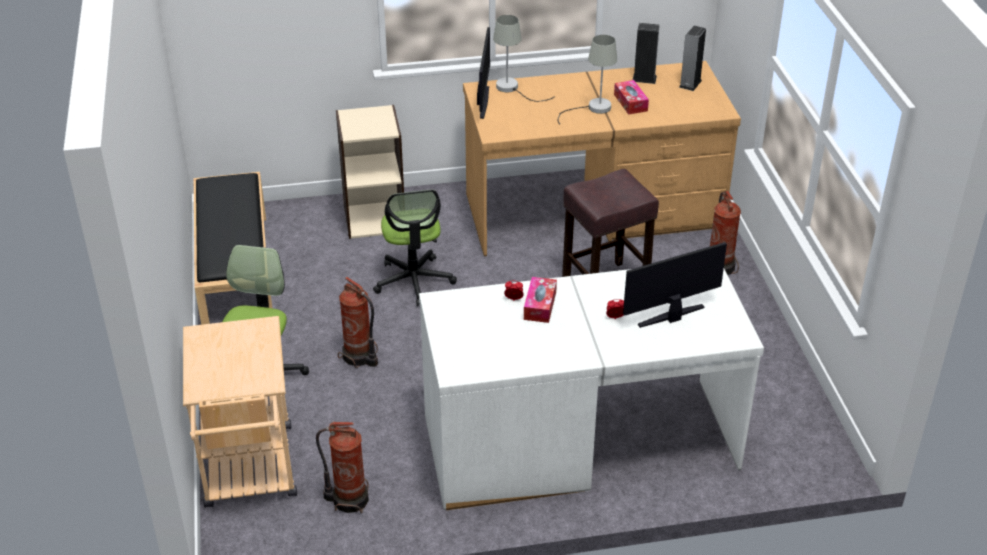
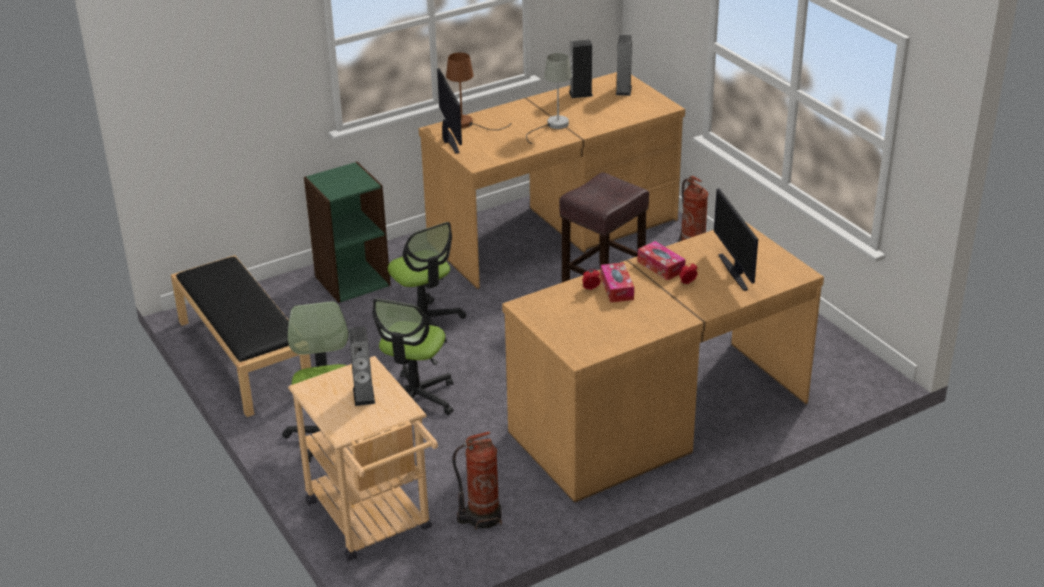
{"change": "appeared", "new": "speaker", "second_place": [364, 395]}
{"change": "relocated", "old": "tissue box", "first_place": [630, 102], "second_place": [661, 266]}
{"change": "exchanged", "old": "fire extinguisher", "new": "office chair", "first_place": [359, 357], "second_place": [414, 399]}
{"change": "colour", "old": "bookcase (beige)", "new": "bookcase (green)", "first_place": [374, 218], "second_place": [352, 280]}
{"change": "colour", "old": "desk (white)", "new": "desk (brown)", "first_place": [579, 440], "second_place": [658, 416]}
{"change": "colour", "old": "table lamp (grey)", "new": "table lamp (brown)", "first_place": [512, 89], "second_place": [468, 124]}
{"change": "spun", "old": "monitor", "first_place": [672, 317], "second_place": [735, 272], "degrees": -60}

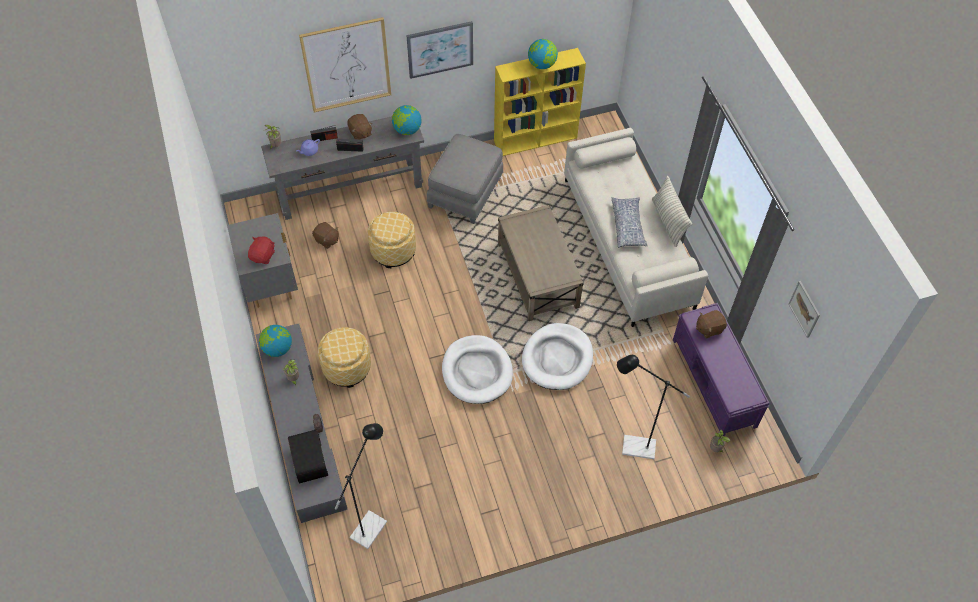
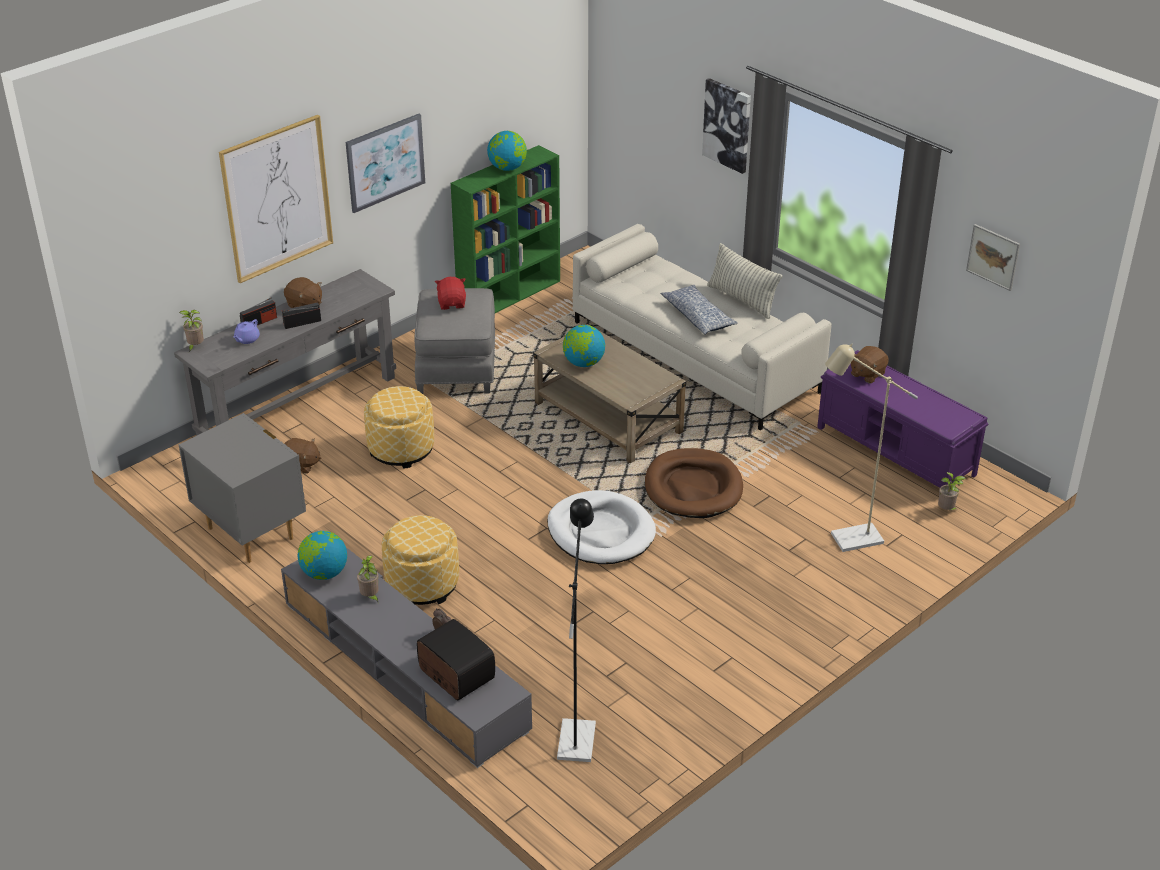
{"change": "appeared", "new": "picture", "second_place": [727, 125]}
{"change": "relocated", "old": "plush toy (red)", "first_place": [263, 256], "second_place": [452, 304]}
{"change": "relocated", "old": "globe", "first_place": [407, 130], "second_place": [583, 363]}
{"change": "colour", "old": "bookcase (yellow)", "new": "bookcase (green)", "first_place": [536, 139], "second_place": [510, 295]}
{"change": "colour", "old": "dog bed (white)", "new": "dog bed (brown)", "first_place": [557, 358], "second_place": [693, 487]}
{"change": "colour", "old": "floor lamp (black)", "new": "floor lamp (beige)", "first_place": [632, 446], "second_place": [848, 540]}

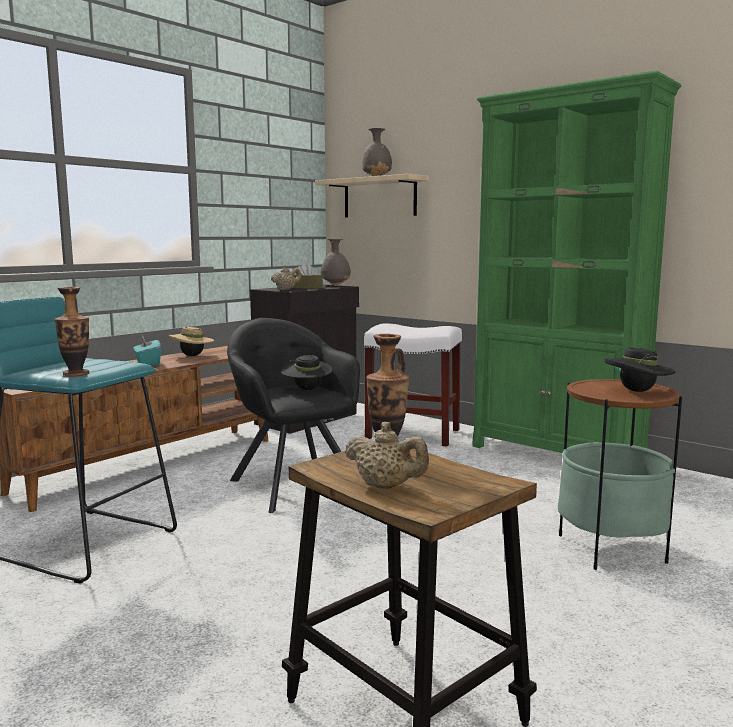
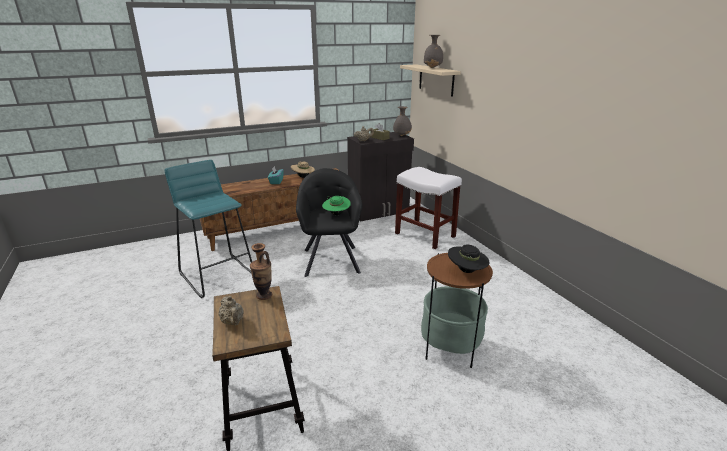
{"change": "missing", "old": "vase", "first_place": [76, 374]}
{"change": "missing", "old": "bookcase (green)", "first_place": [557, 455]}
{"change": "colour", "old": "hat (black)", "new": "hat (green)", "first_place": [307, 389], "second_place": [336, 214]}

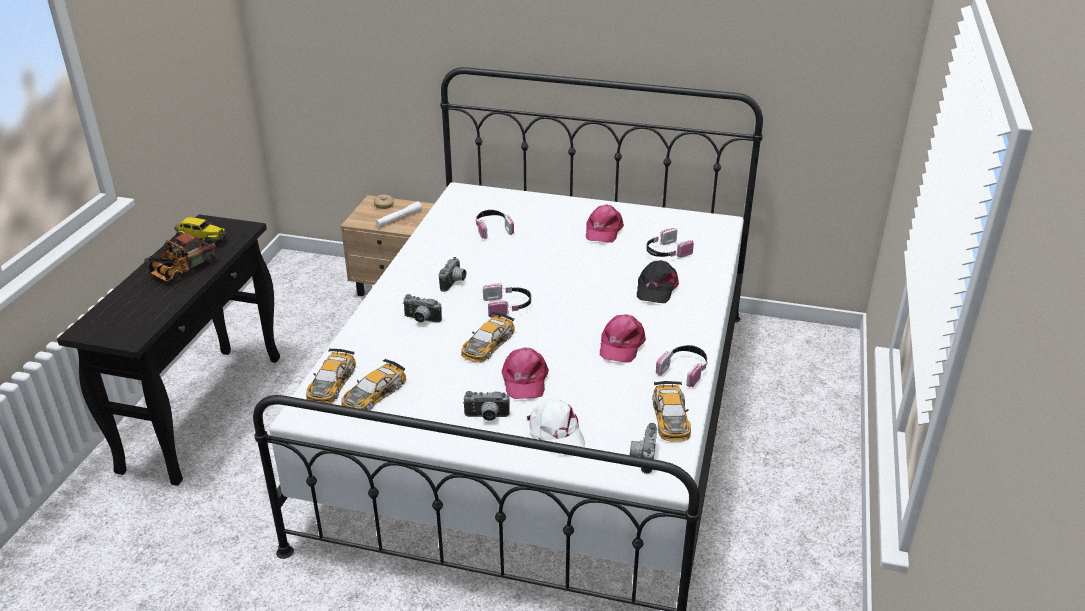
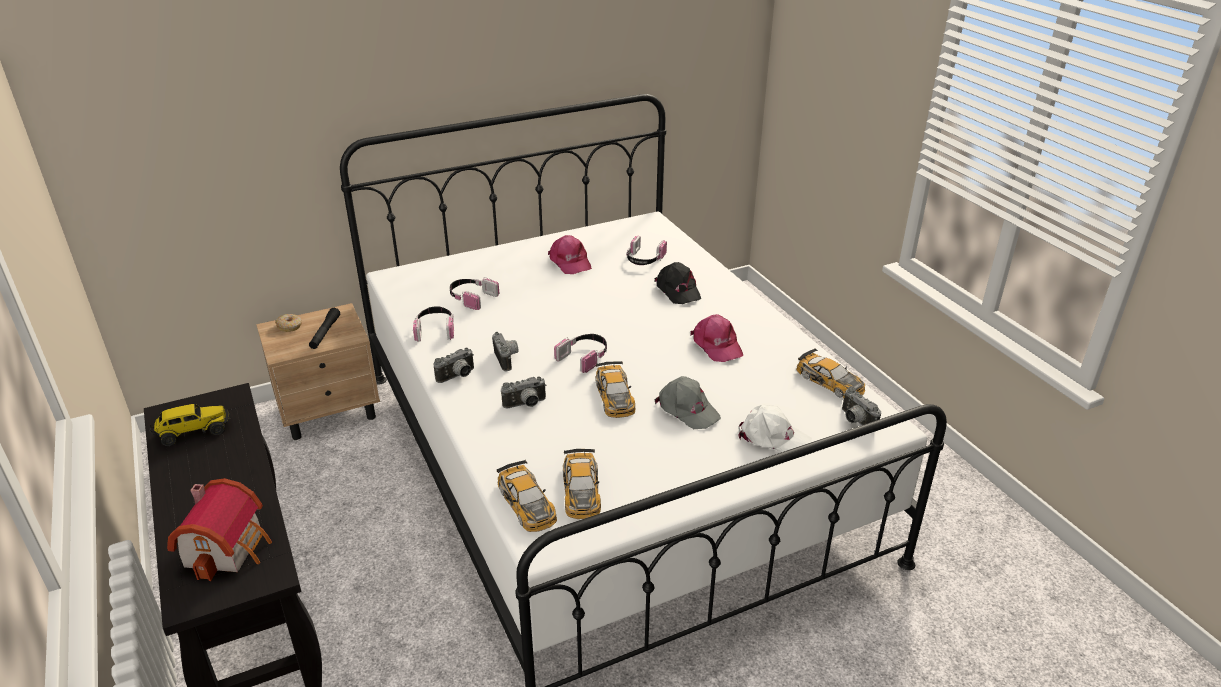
{"change": "missing", "old": "toy truck", "first_place": [181, 271]}
{"change": "appeared", "new": "toy house", "second_place": [229, 548]}
{"change": "relocated", "old": "photo camera", "first_place": [486, 417], "second_place": [458, 377]}
{"change": "relocated", "old": "headphones", "first_place": [684, 370], "second_place": [435, 329]}
{"change": "colour", "old": "flashlight (white)", "new": "flashlight (black)", "first_place": [399, 218], "second_place": [325, 333]}
{"change": "colour", "old": "cap (pink)", "new": "cap (grey)", "first_place": [524, 379], "second_place": [687, 409]}

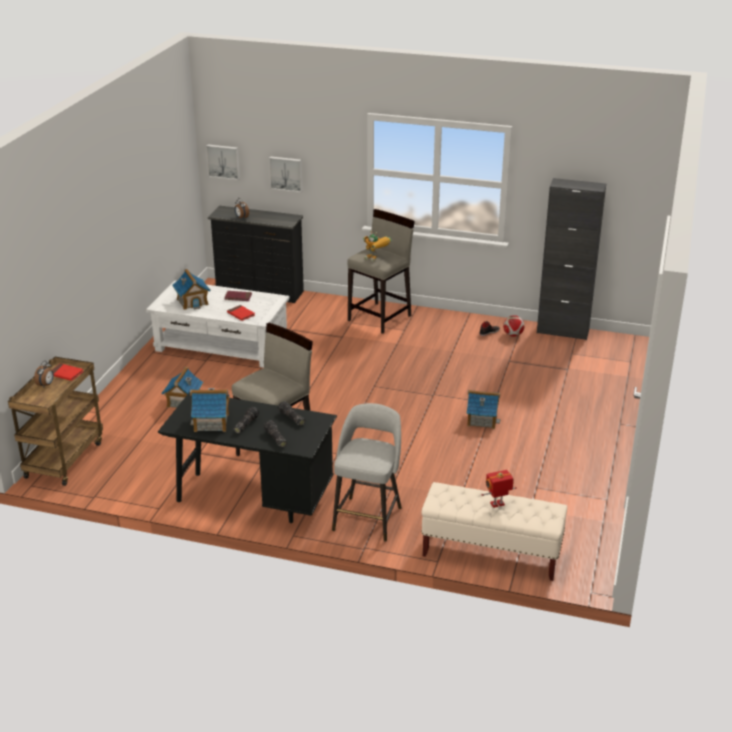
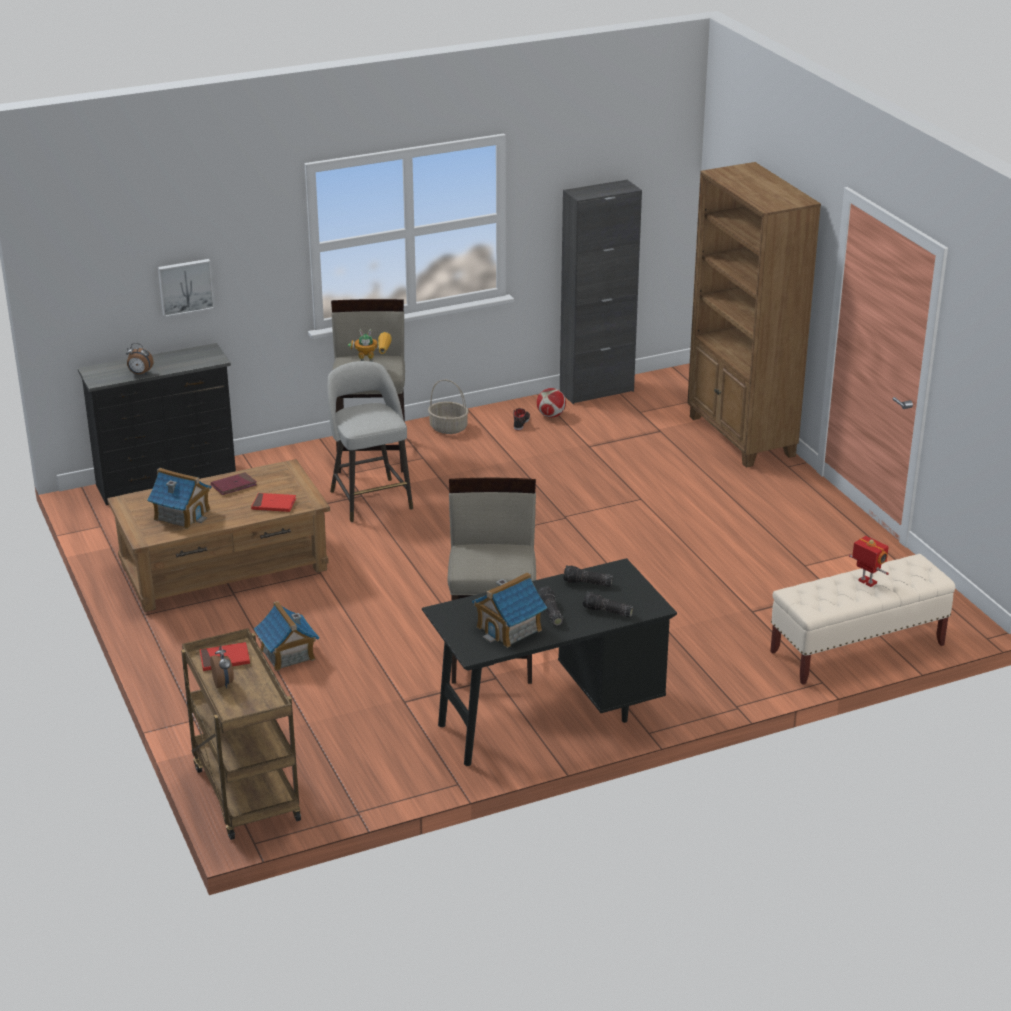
{"change": "missing", "old": "picture", "first_place": [223, 161]}
{"change": "missing", "old": "toy house", "first_place": [482, 419]}
{"change": "appeared", "new": "basket", "second_place": [448, 428]}
{"change": "appeared", "new": "bookcase (brown)", "second_place": [741, 437]}
{"change": "relocated", "old": "stool (grey)", "first_place": [368, 517], "second_place": [370, 498]}
{"change": "colour", "old": "coffee table (white)", "new": "coffee table (brown)", "first_place": [222, 345], "second_place": [224, 567]}
{"change": "spun", "old": "toy robot", "first_place": [497, 504], "second_place": [866, 582], "degrees": 105}

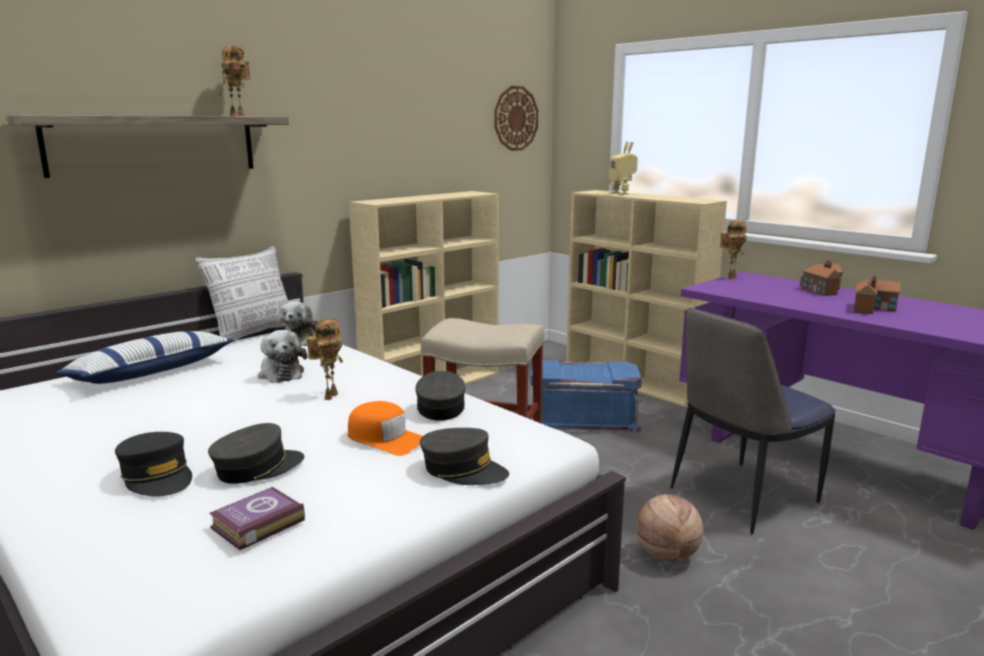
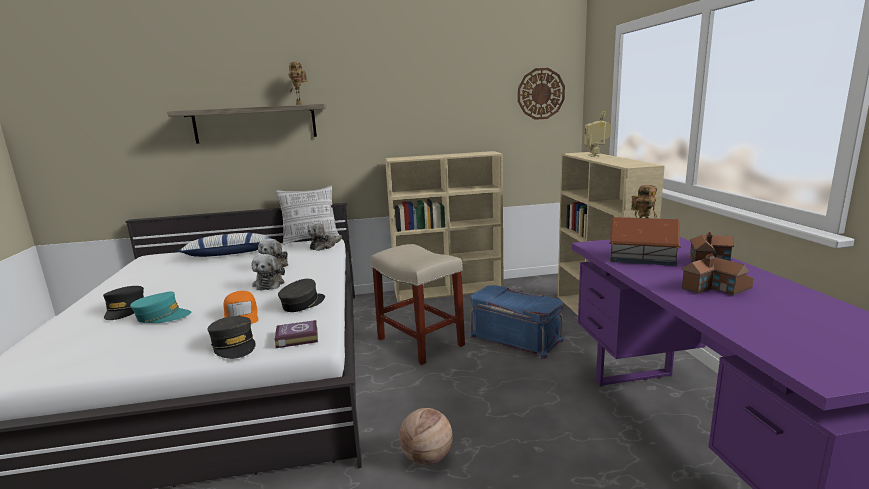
{"change": "missing", "old": "chair", "first_place": [740, 497]}
{"change": "appeared", "new": "toy house", "second_place": [641, 257]}
{"change": "relocated", "old": "book", "first_place": [255, 524], "second_place": [296, 337]}
{"change": "exchanged", "old": "toy robot", "new": "plush toy", "first_place": [330, 396], "second_place": [269, 283]}
{"change": "colour", "old": "cap (grey)", "new": "cap (turquoise)", "first_place": [257, 468], "second_place": [162, 316]}

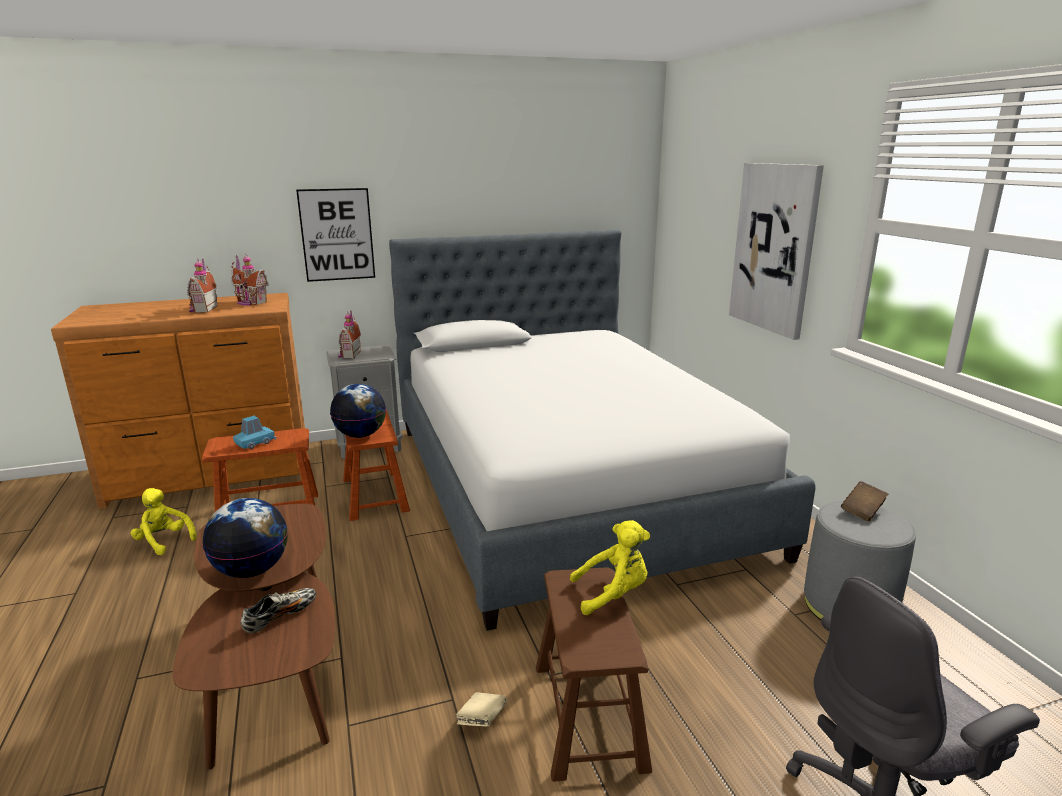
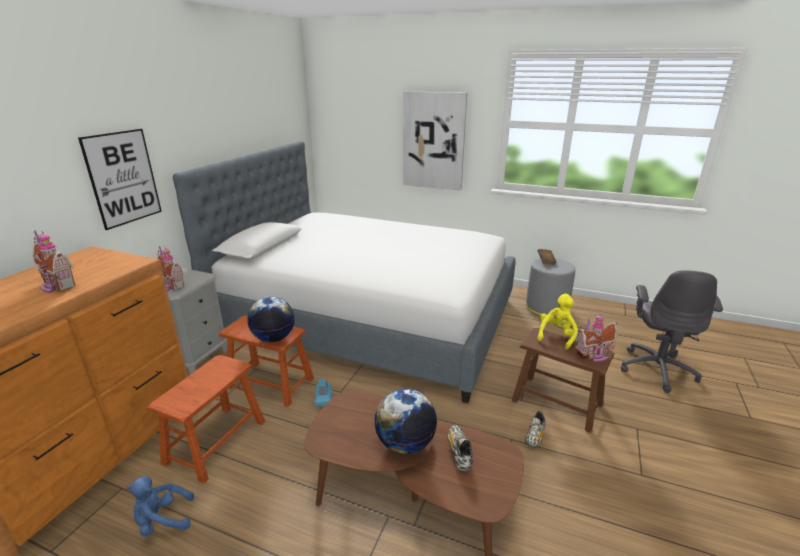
{"change": "relocated", "old": "toy house", "first_place": [250, 303], "second_place": [593, 355]}
{"change": "relocated", "old": "toy car (blue)", "first_place": [255, 443], "second_place": [323, 398]}
{"change": "exchanged", "old": "book (beige)", "new": "shoe", "first_place": [482, 720], "second_place": [535, 436]}
{"change": "colour", "old": "plush toy (yellow)", "new": "plush toy (blue)", "first_place": [164, 541], "second_place": [163, 520]}

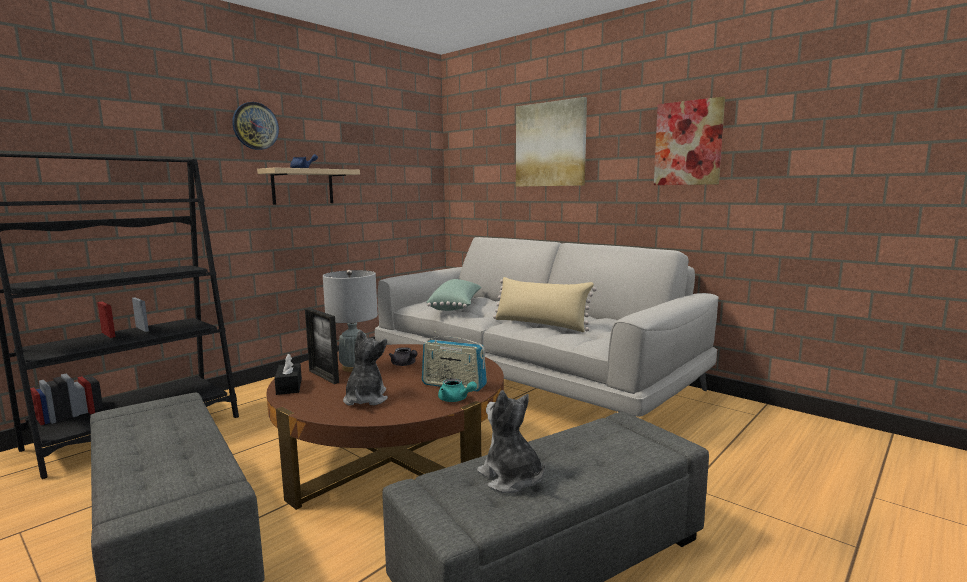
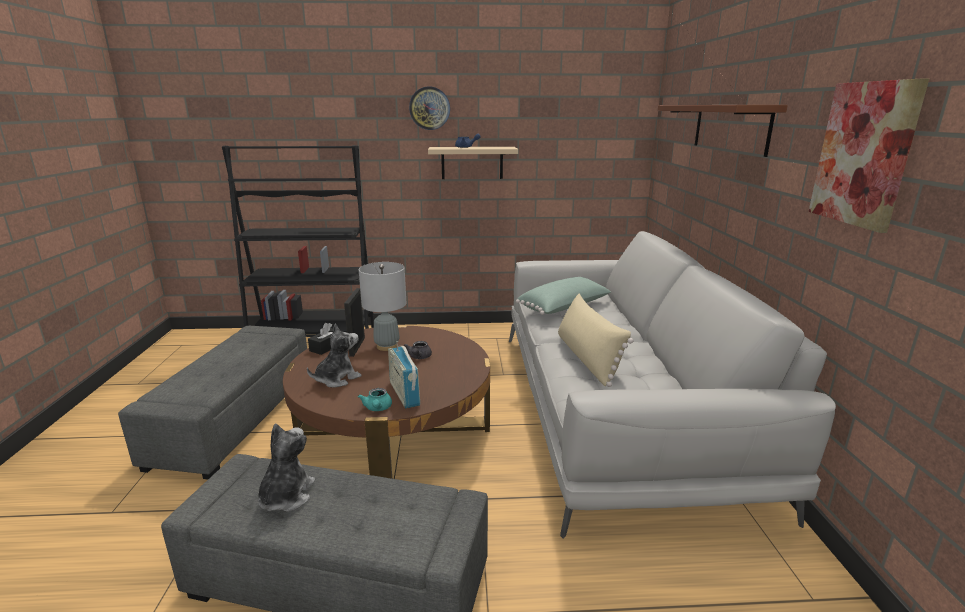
{"change": "exchanged", "old": "picture", "new": "shelf (brown)", "first_place": [550, 144], "second_place": [730, 128]}

